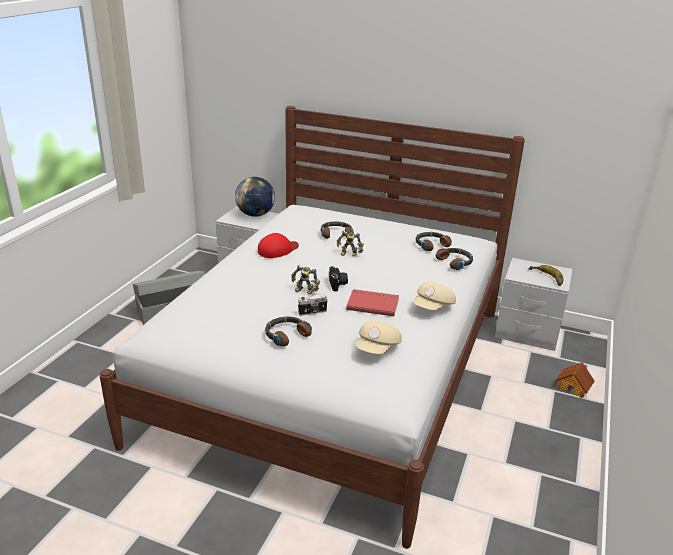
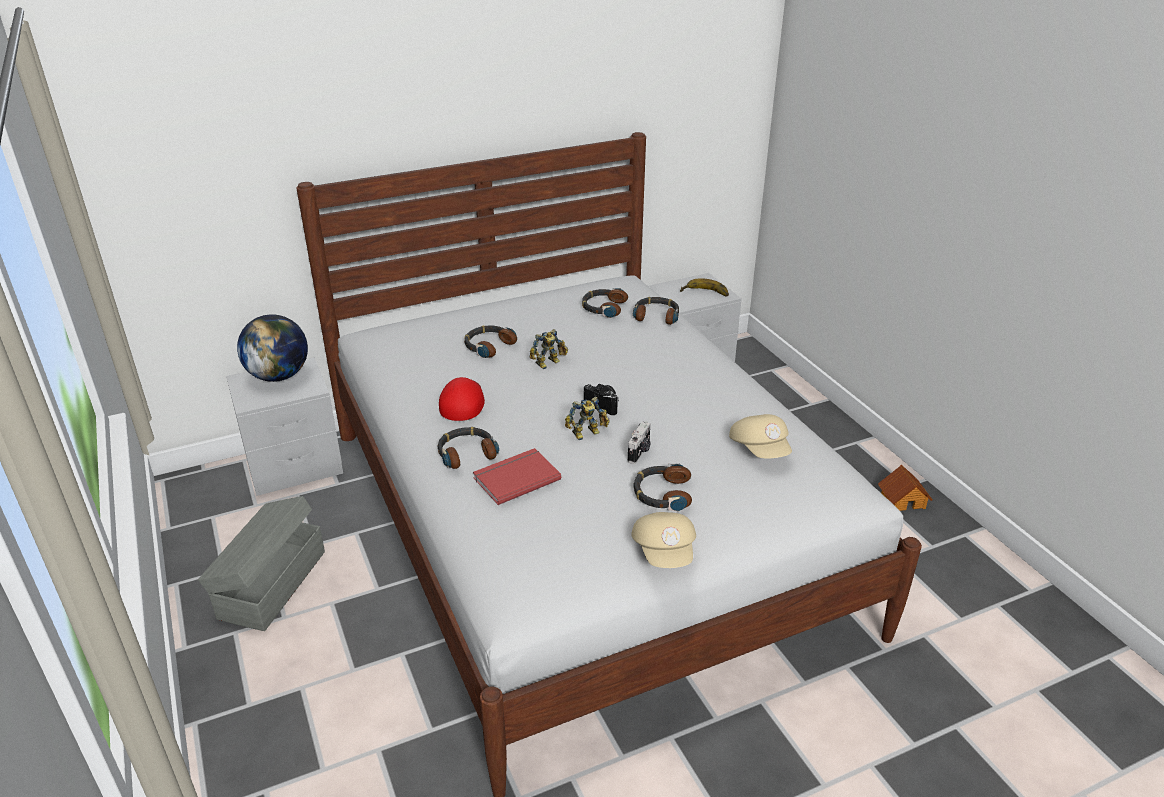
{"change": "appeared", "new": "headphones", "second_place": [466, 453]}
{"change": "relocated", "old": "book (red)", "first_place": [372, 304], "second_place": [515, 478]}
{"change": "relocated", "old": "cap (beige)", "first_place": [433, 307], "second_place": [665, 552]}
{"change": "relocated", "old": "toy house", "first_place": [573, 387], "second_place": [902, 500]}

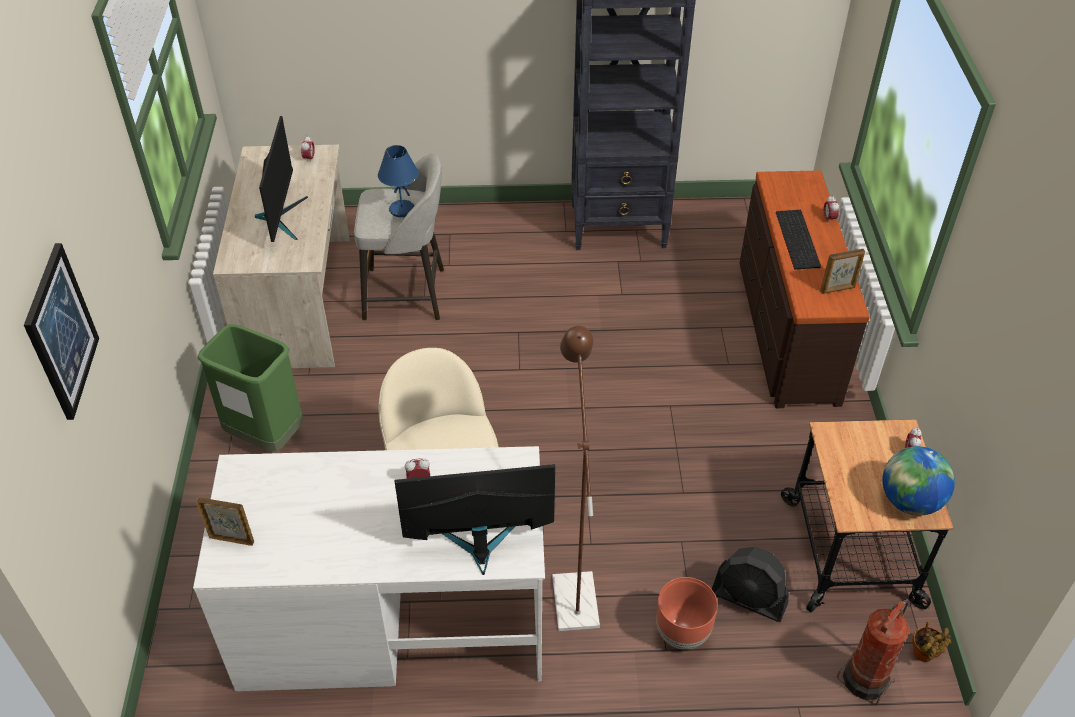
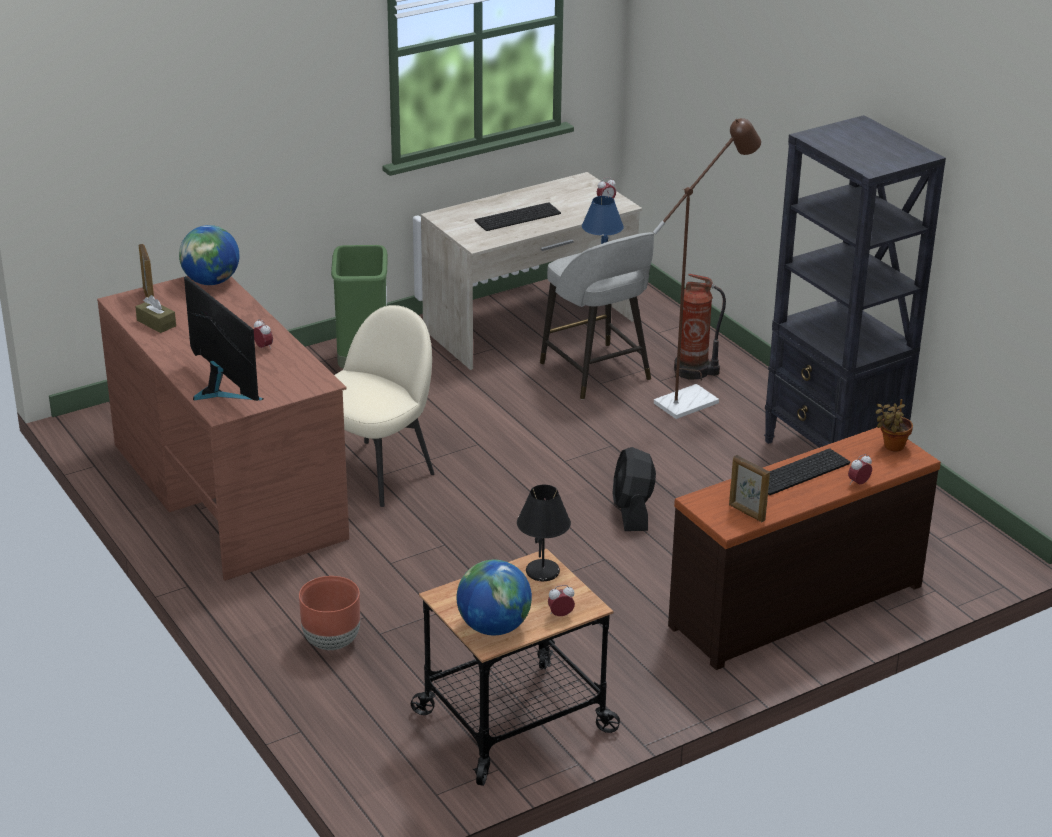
{"change": "missing", "old": "picture", "first_place": [61, 332]}
{"change": "appeared", "new": "tissue box (brown)", "second_place": [156, 323]}
{"change": "appeared", "new": "globe", "second_place": [211, 282]}
{"change": "appeared", "new": "table lamp (black)", "second_place": [543, 572]}
{"change": "relocated", "old": "floor lamp (brown)", "first_place": [573, 590], "second_place": [695, 399]}
{"change": "relocated", "old": "fan (black)", "first_place": [749, 599], "second_place": [632, 512]}
{"change": "relocated", "old": "fire extinguisher", "first_place": [867, 679], "second_place": [693, 372]}
{"change": "relocated", "old": "potted plant", "first_place": [923, 655], "second_place": [891, 446]}
{"change": "exchanged", "old": "monitor", "new": "keyboard", "first_place": [282, 217], "second_place": [517, 216]}
{"change": "colour", "old": "desk (white)", "new": "desk (brown)", "first_place": [391, 620], "second_place": [229, 489]}

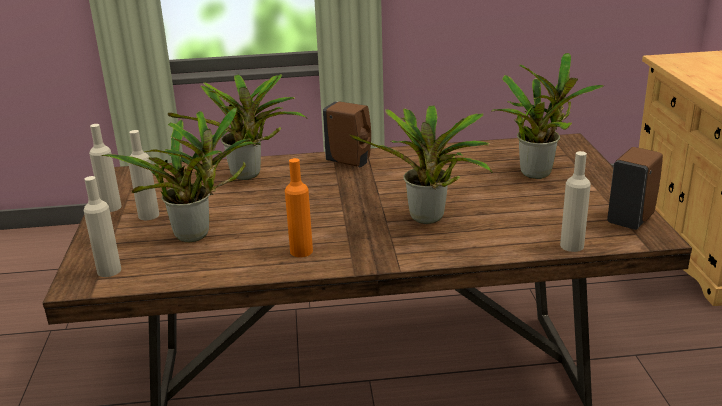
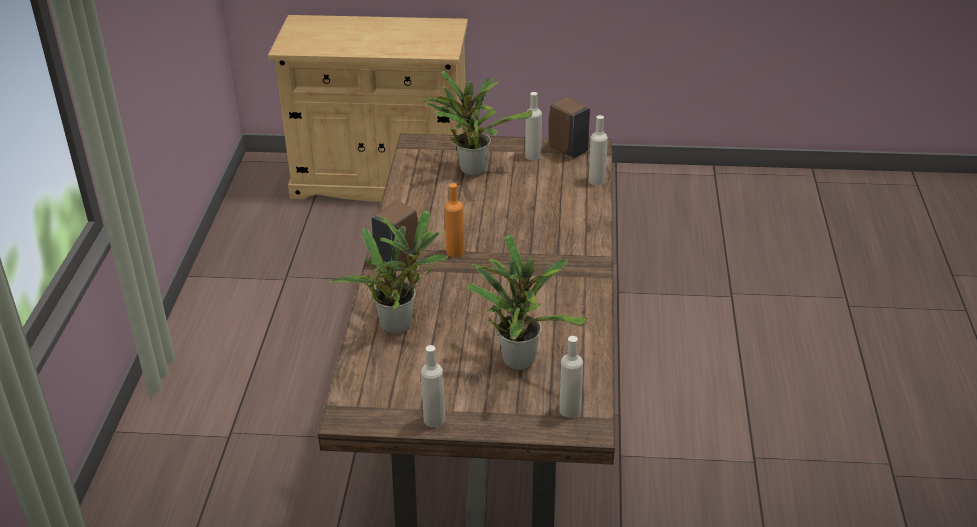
{"change": "missing", "old": "potted plant", "first_place": [428, 220]}
{"change": "relocated", "old": "bottle (beige)", "first_place": [148, 215], "second_place": [533, 156]}
{"change": "relocated", "old": "bottle (orange)", "first_place": [301, 251], "second_place": [455, 251]}

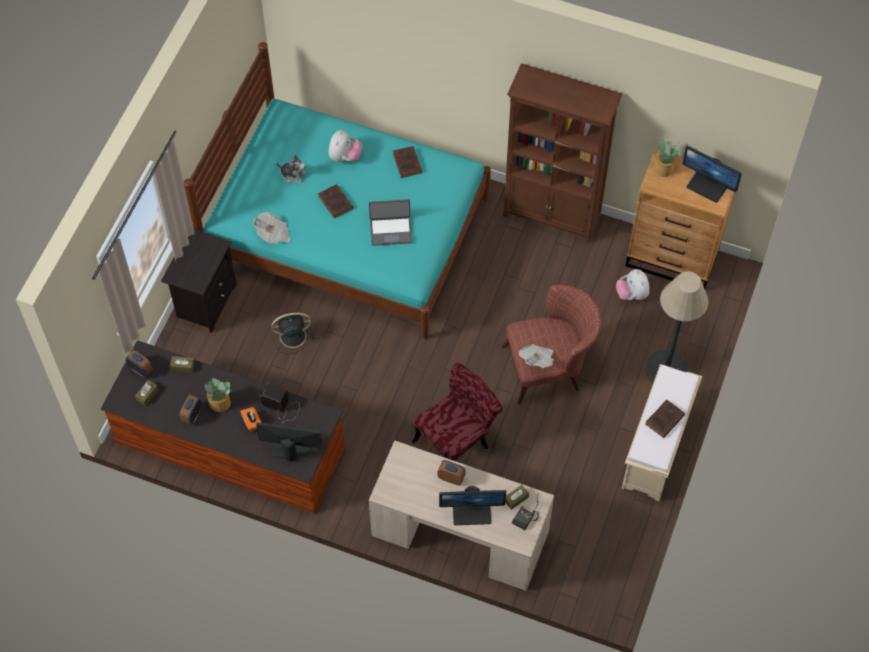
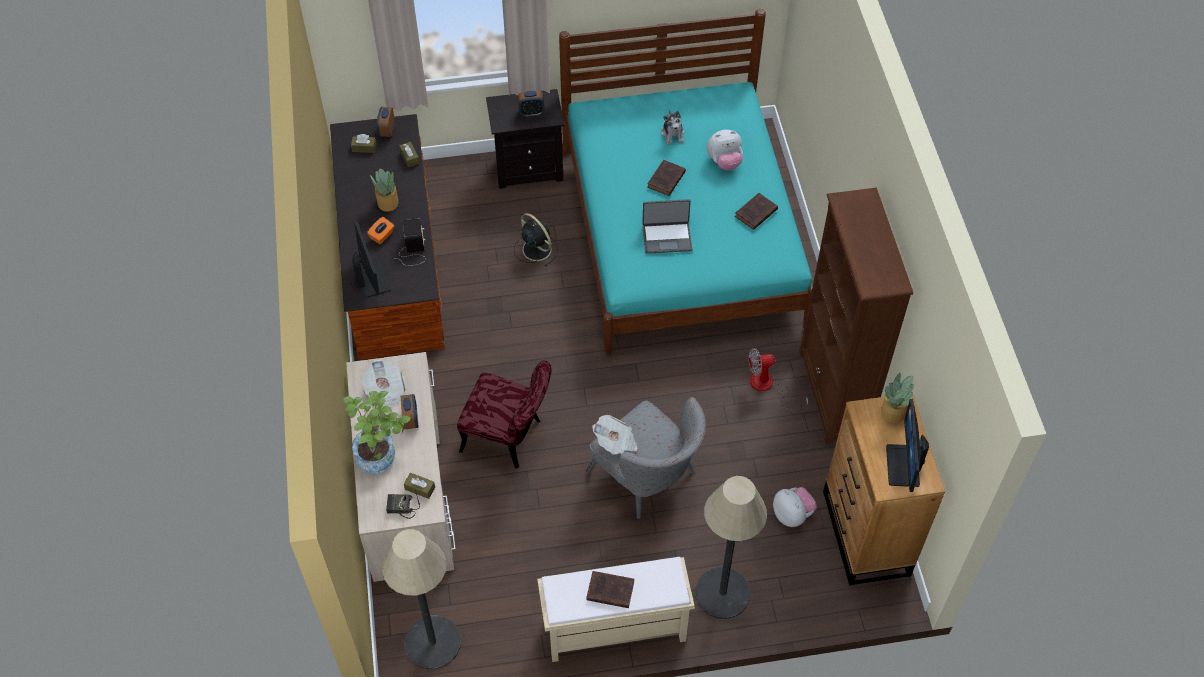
{"change": "appeared", "new": "floor lamp", "second_place": [432, 643]}
{"change": "appeared", "new": "fan", "second_place": [768, 387]}
{"change": "relocated", "old": "alarm clock", "first_place": [192, 415], "second_place": [531, 112]}
{"change": "relocated", "old": "newspaper", "first_place": [273, 234], "second_place": [385, 392]}
{"change": "exchanged", "old": "monitor", "new": "potted plant", "first_place": [472, 512], "second_place": [382, 456]}
{"change": "colour", "old": "armchair (brown)", "new": "armchair (grey)", "first_place": [550, 367], "second_place": [648, 479]}
{"change": "spun", "old": "laptop", "first_place": [391, 230], "second_place": [667, 237], "degrees": -60}
{"change": "spun", "old": "plush toy", "first_place": [632, 294], "second_place": [792, 515], "degrees": 105}

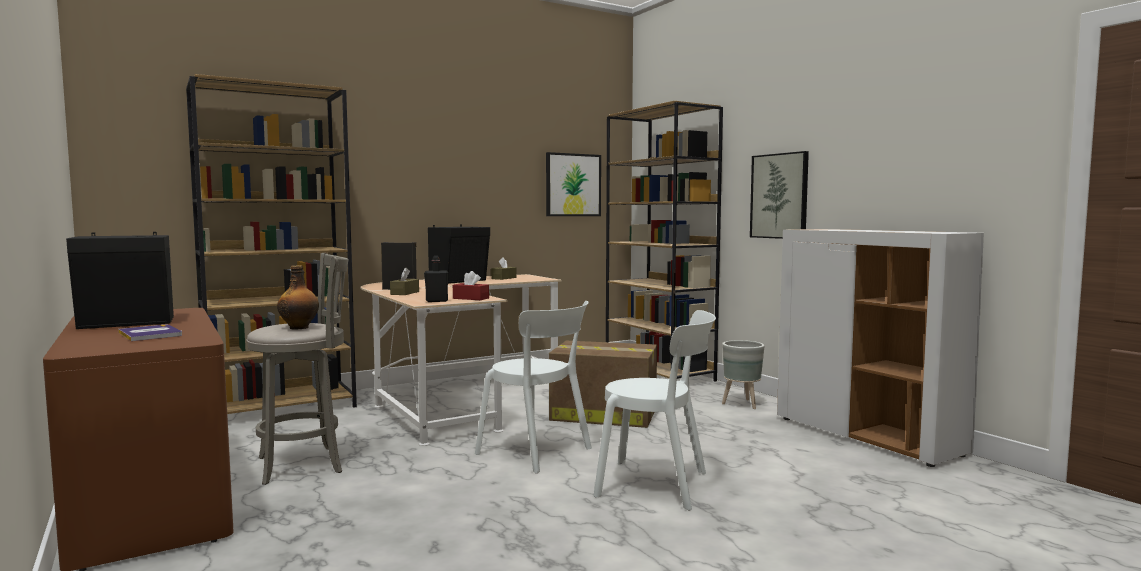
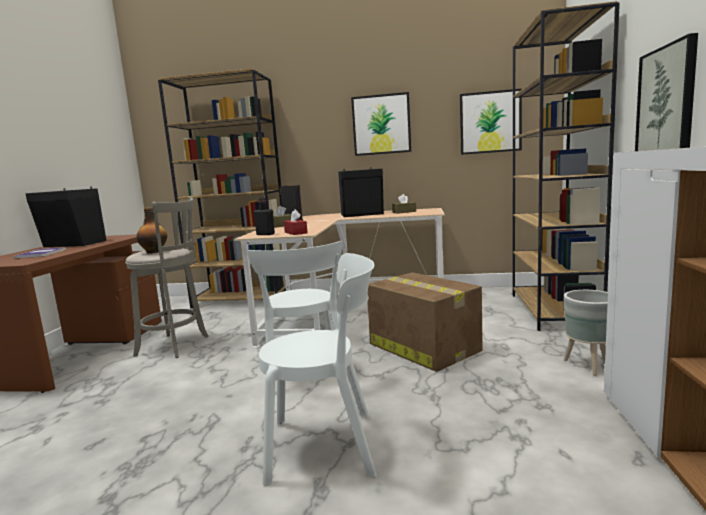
{"change": "appeared", "new": "picture", "second_place": [381, 124]}
{"change": "spun", "old": "chair (white)", "first_place": [658, 485], "second_place": [329, 445], "degrees": -60}

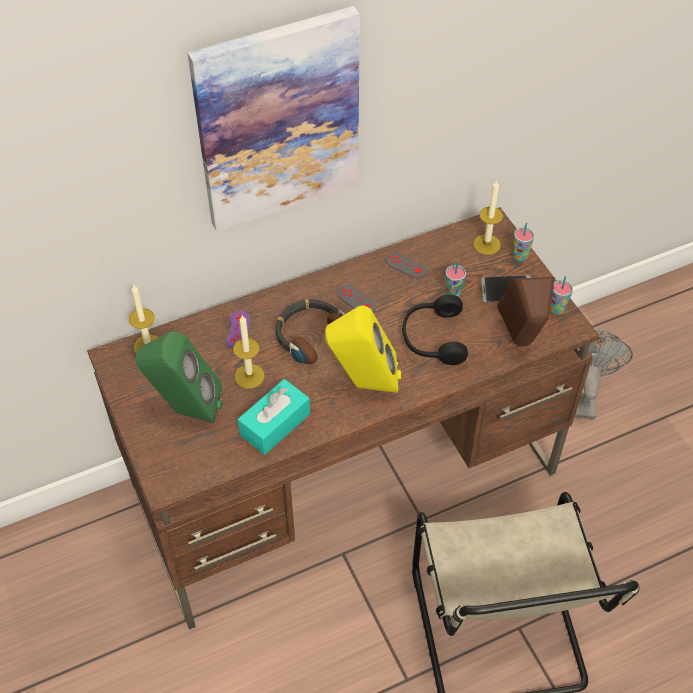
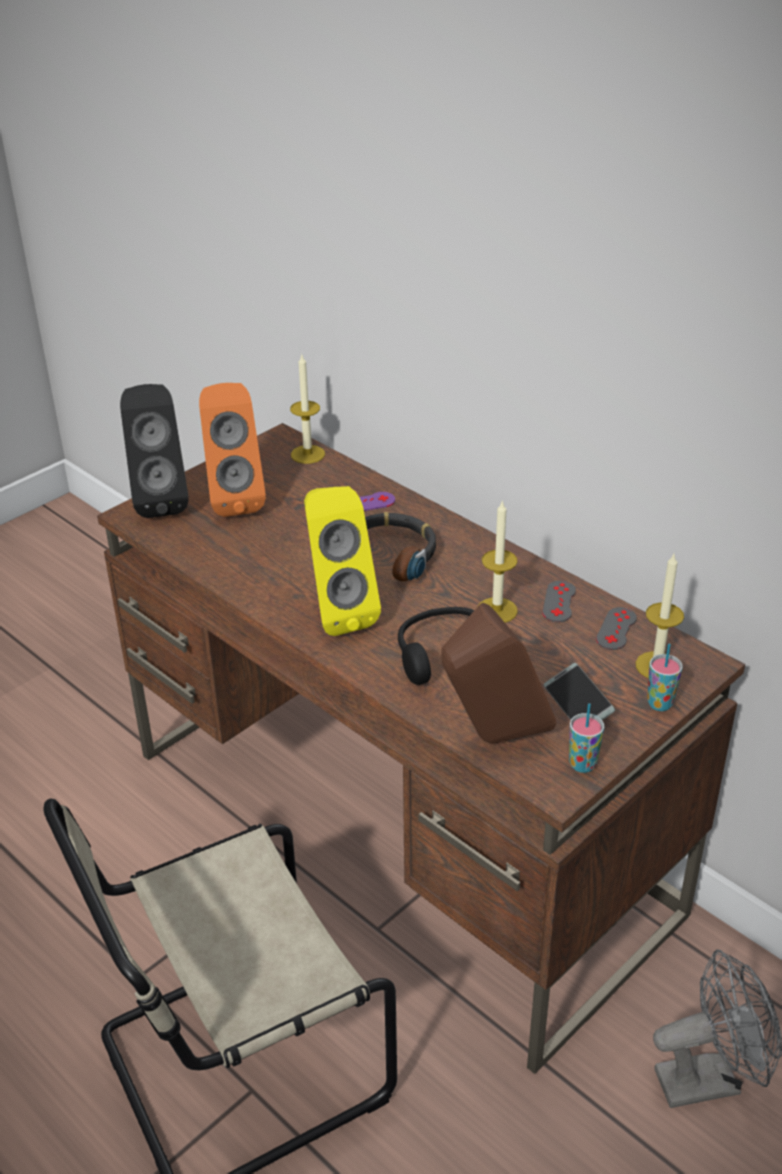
{"change": "missing", "old": "picture", "first_place": [278, 121]}
{"change": "missing", "old": "tissue box (turquoise)", "first_place": [275, 424]}
{"change": "missing", "old": "cup", "first_place": [453, 294]}
{"change": "appeared", "new": "speaker (black)", "second_place": [160, 501]}
{"change": "relocated", "old": "candle", "first_place": [249, 376], "second_place": [497, 610]}
{"change": "relocated", "old": "game controller (grey)", "first_place": [356, 300], "second_place": [616, 629]}
{"change": "colour", "old": "speaker (green)", "new": "speaker (orange)", "first_place": [185, 410], "second_place": [234, 499]}

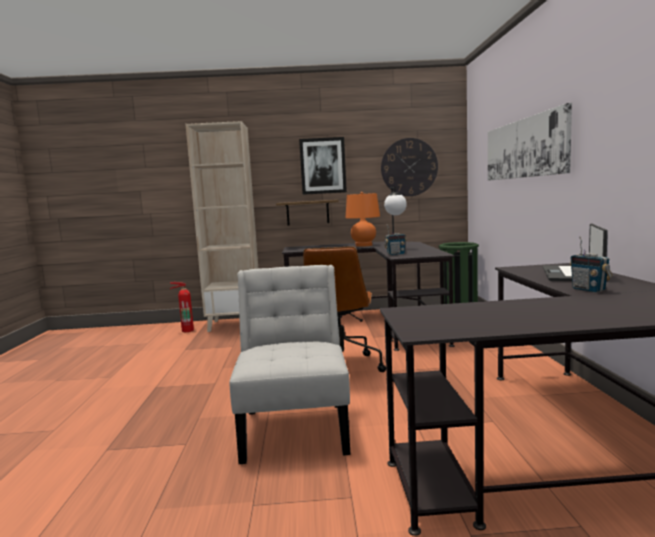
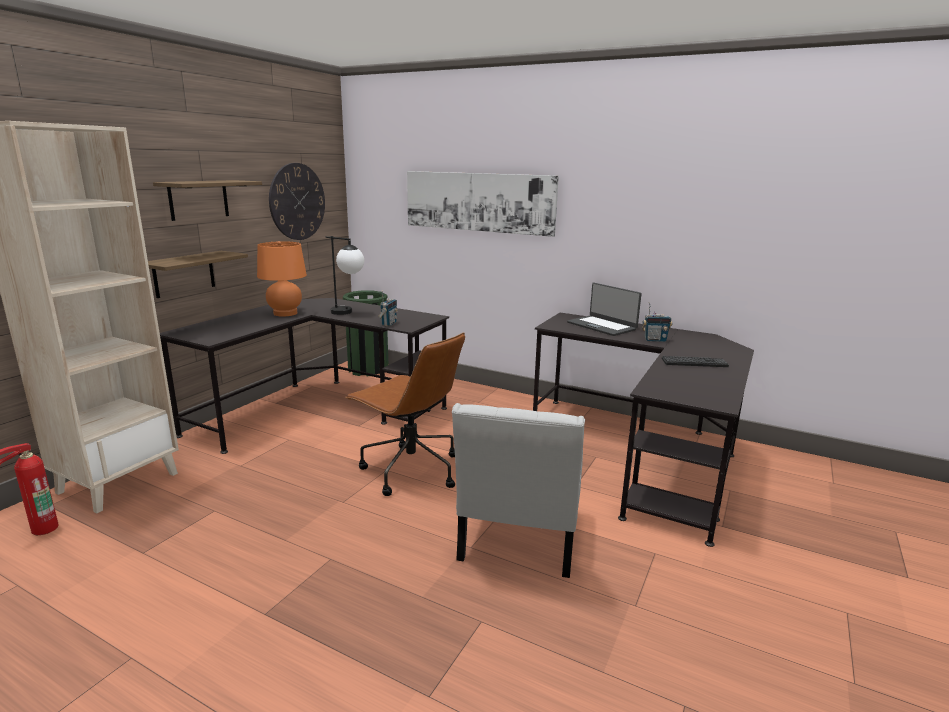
{"change": "appeared", "new": "keyboard", "second_place": [694, 362]}
{"change": "exchanged", "old": "picture", "new": "shelf", "first_place": [323, 166], "second_place": [198, 199]}
{"change": "spun", "old": "chair (white)", "first_place": [295, 427], "second_place": [517, 540], "degrees": -105}

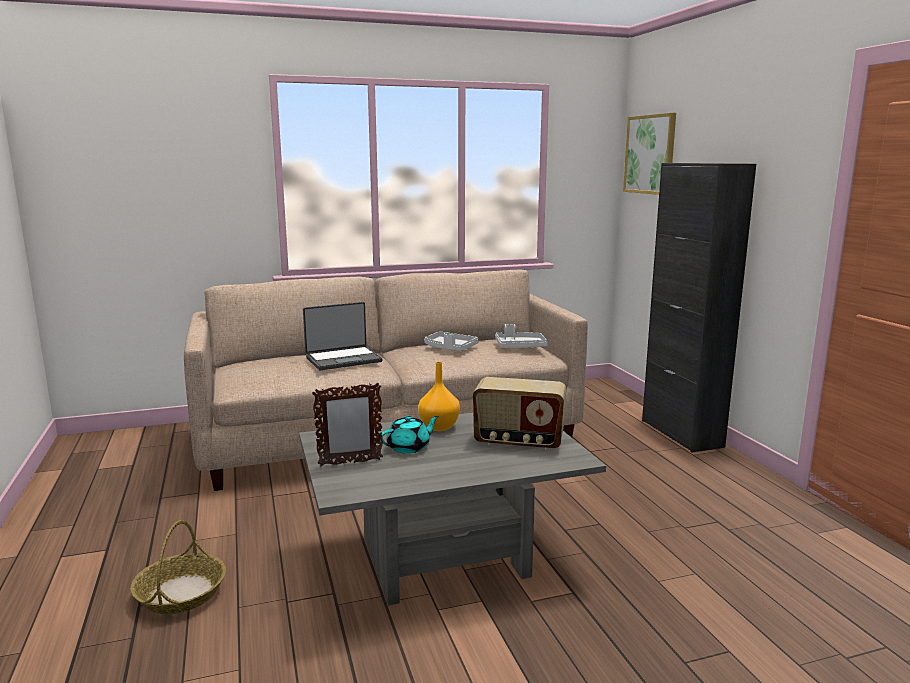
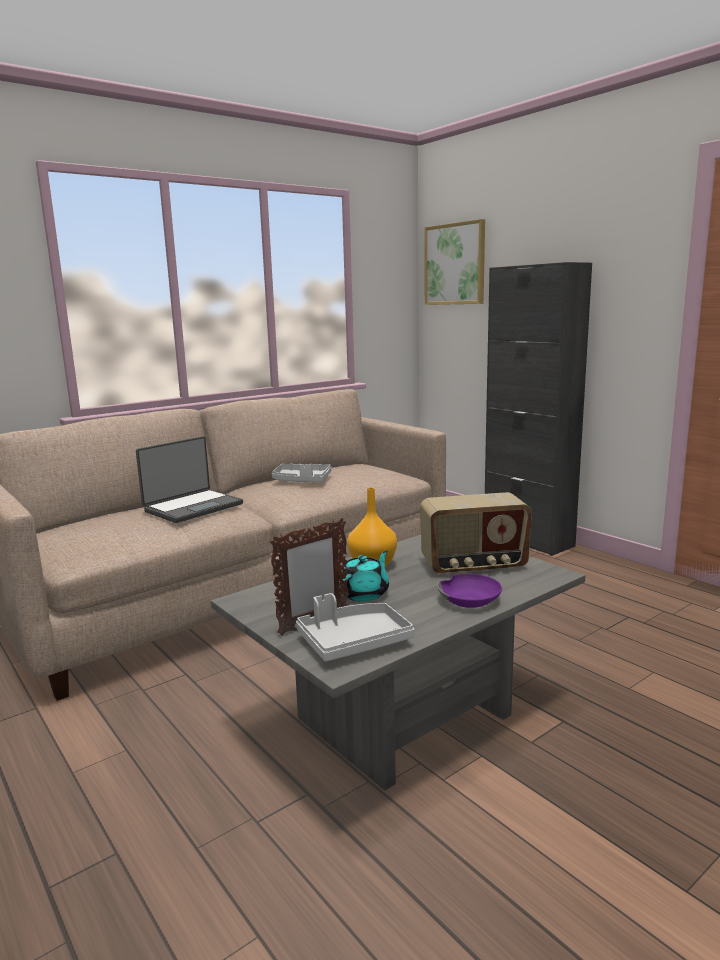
{"change": "missing", "old": "basket", "first_place": [181, 593]}
{"change": "appeared", "new": "bowl (purple)", "second_place": [470, 599]}
{"change": "relocated", "old": "tray (grey)", "first_place": [520, 346], "second_place": [353, 642]}

